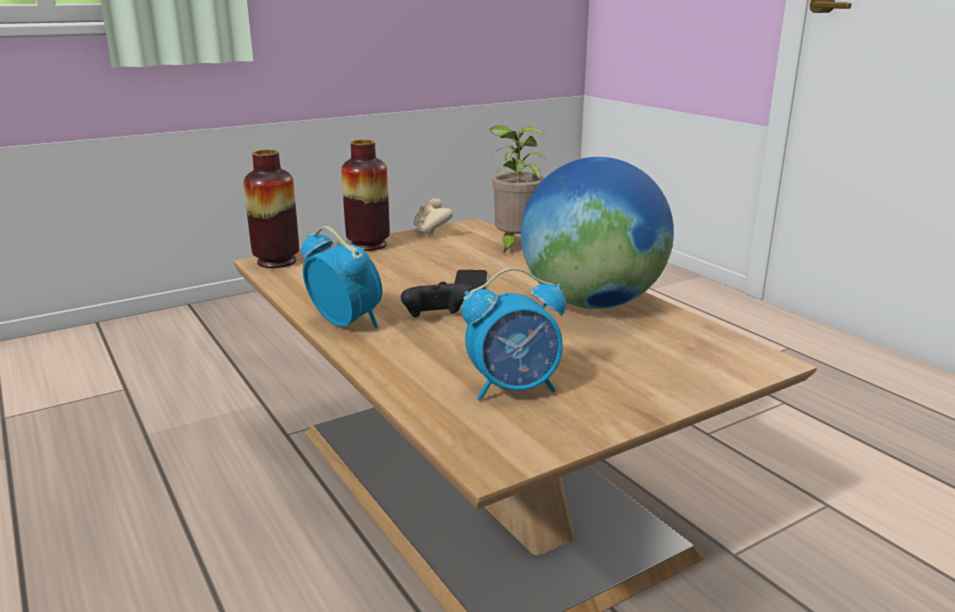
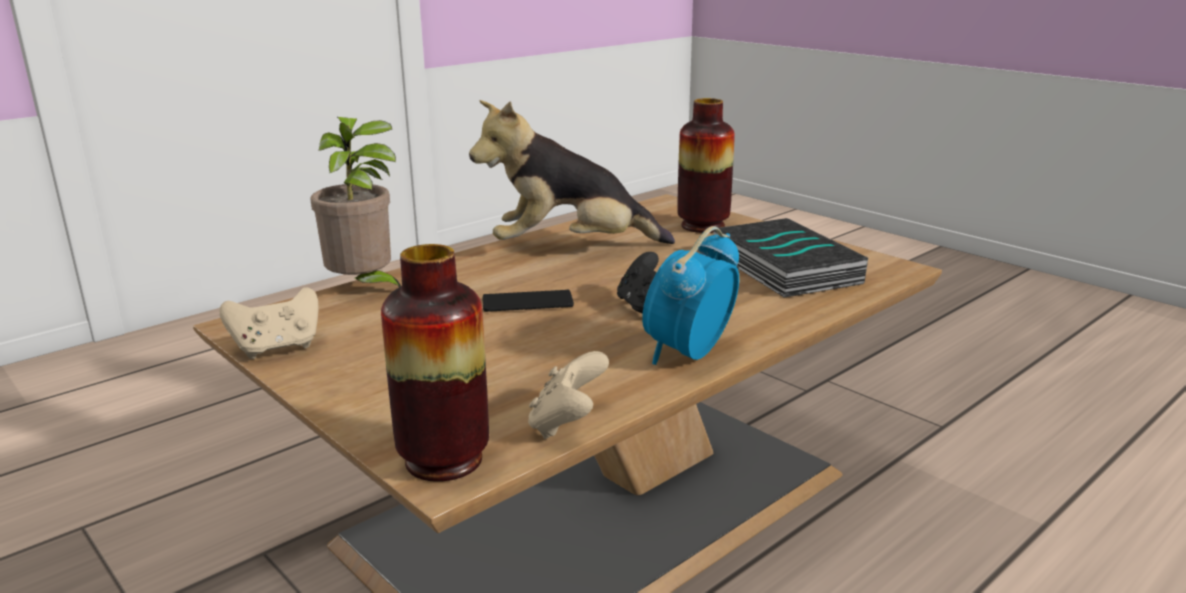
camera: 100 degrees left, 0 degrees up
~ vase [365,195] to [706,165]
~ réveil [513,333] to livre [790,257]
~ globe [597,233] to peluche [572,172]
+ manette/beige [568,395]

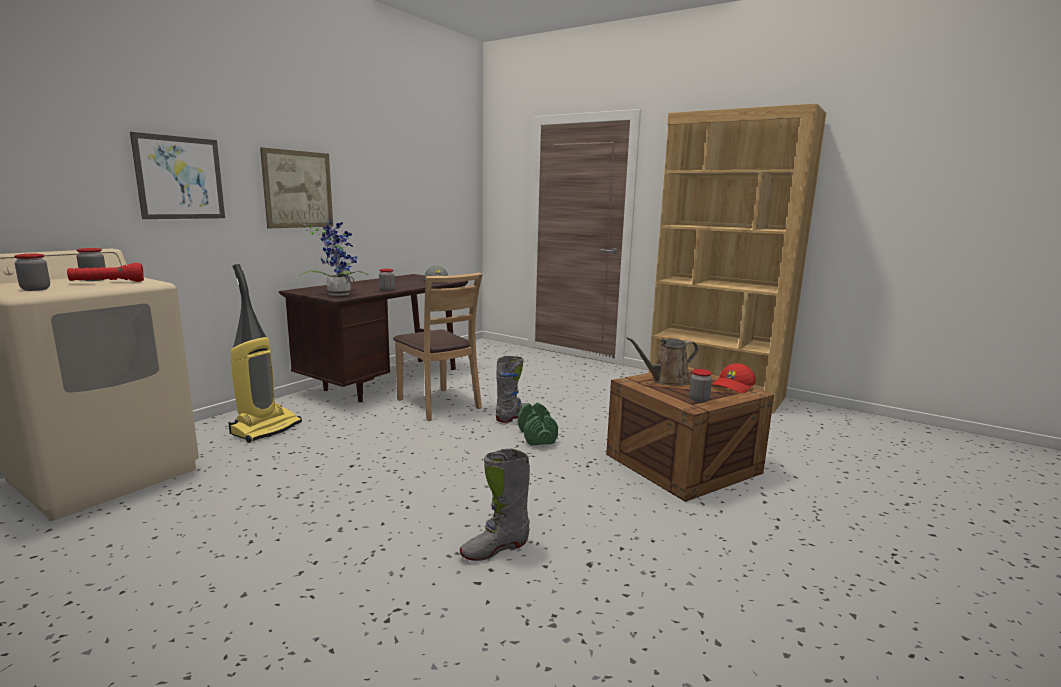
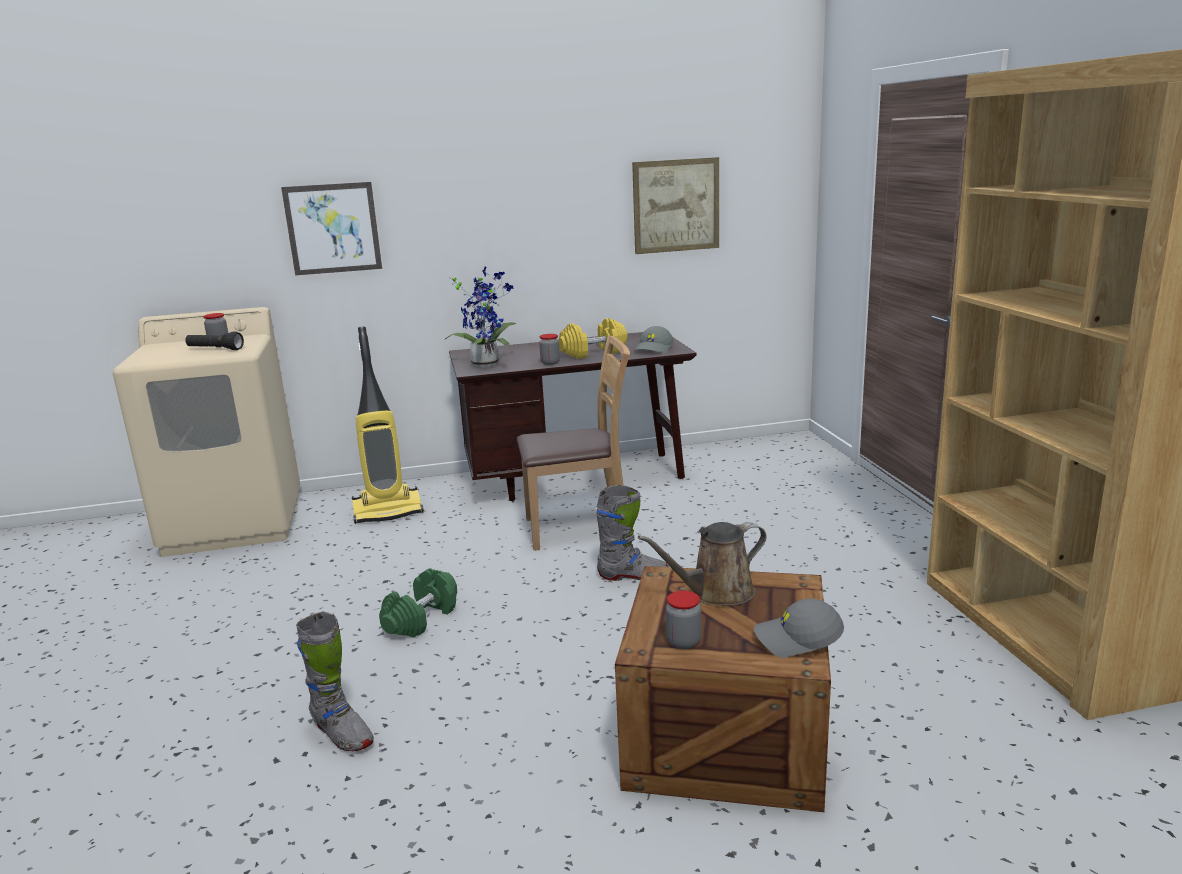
camera: 45 degrees right, 5 degrees up
- bocal [32,272]
~ lampe de poche/rouge [105,272] to lampe de poche/noir [214,341]
~ tableau [296,187] to [675,205]
~ chaise/marron [438,346] = [573,443] 105 degrees counterclockwise
~ botte/gris [495,505] = [335,681] 150 degrees counterclockwise
~ haltère/vert [538,424] to [418,603]
~ arrosoir/marron [662,361] = [702,564] 45 degrees counterclockwise
~ casquette/rouge [734,378] to casquette/gris [799,628]
+ haltère/jaune [593,338]

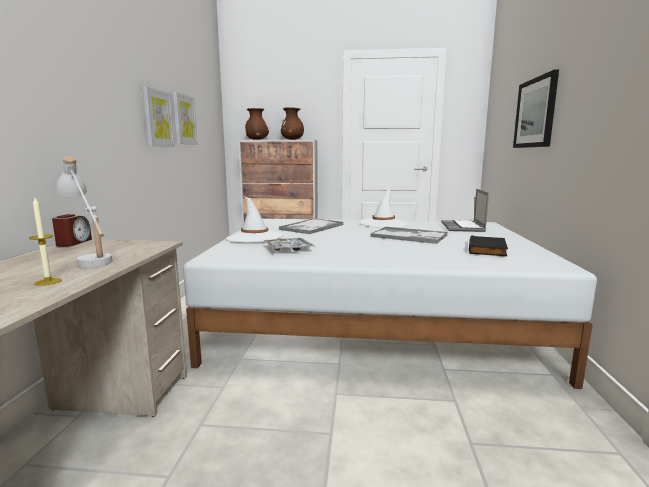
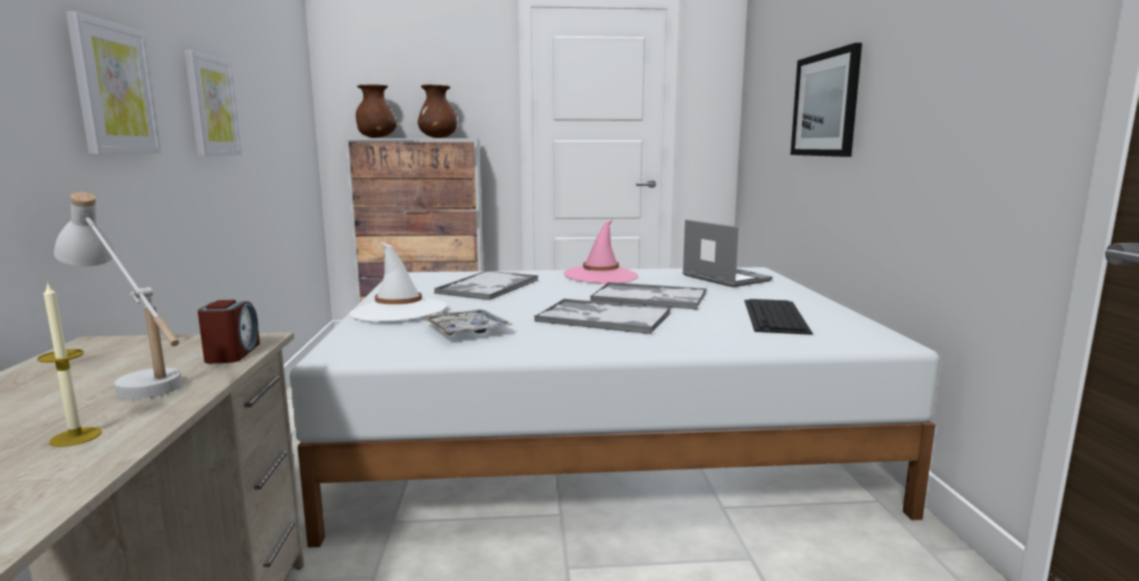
camera: 10 degrees left, 0 degrees up
~ réveil [72,230] to [229,332]
~ tableau [185,118] to [114,83]
~ chapeau/blanc [383,208] to chapeau/rose [601,251]
~ ordinateur portable [465,210] = [727,253] 150 degrees clockwise
~ livre/noir [488,245] to clavier [778,317]
+ plateau [602,316]

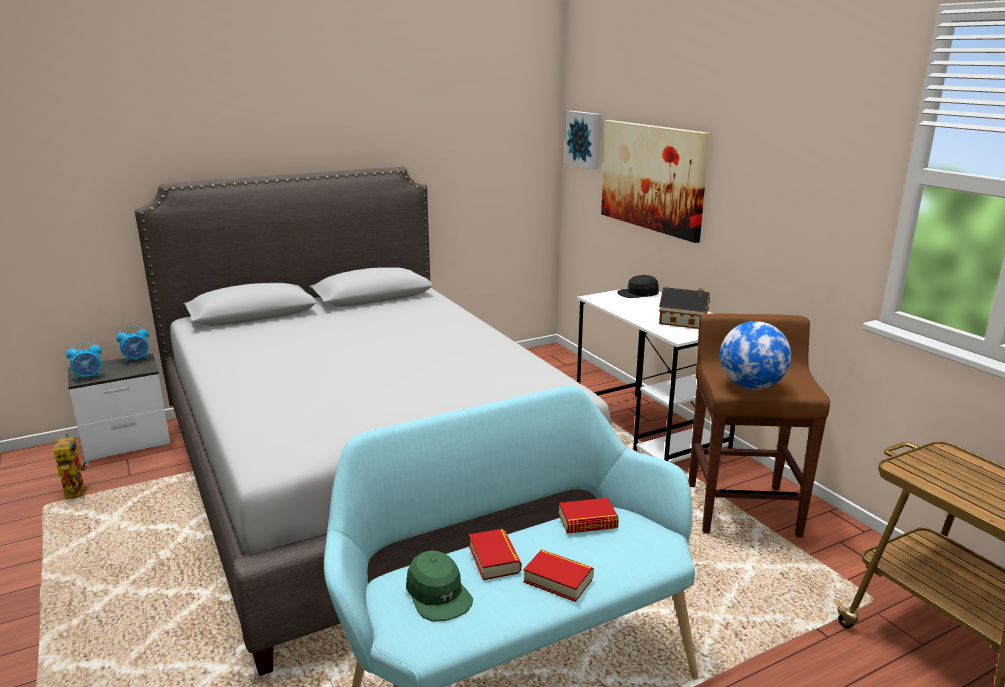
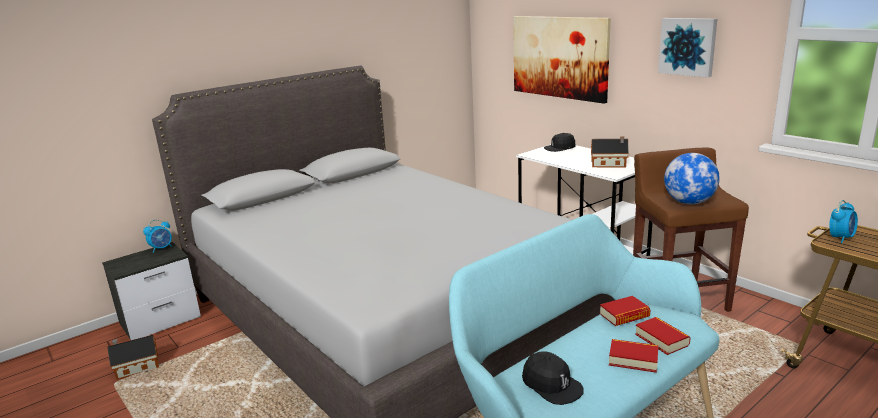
camera: 10 degrees left, 0 degrees up
~ robot jouet [71,466] to maison miniature [133,357]
~ réveil [84,361] to [843,221]
~ casquette/vert [439,586] to casquette/noir [553,378]
~ livre [495,554] to [663,336]
~ tableau [583,140] to [687,48]

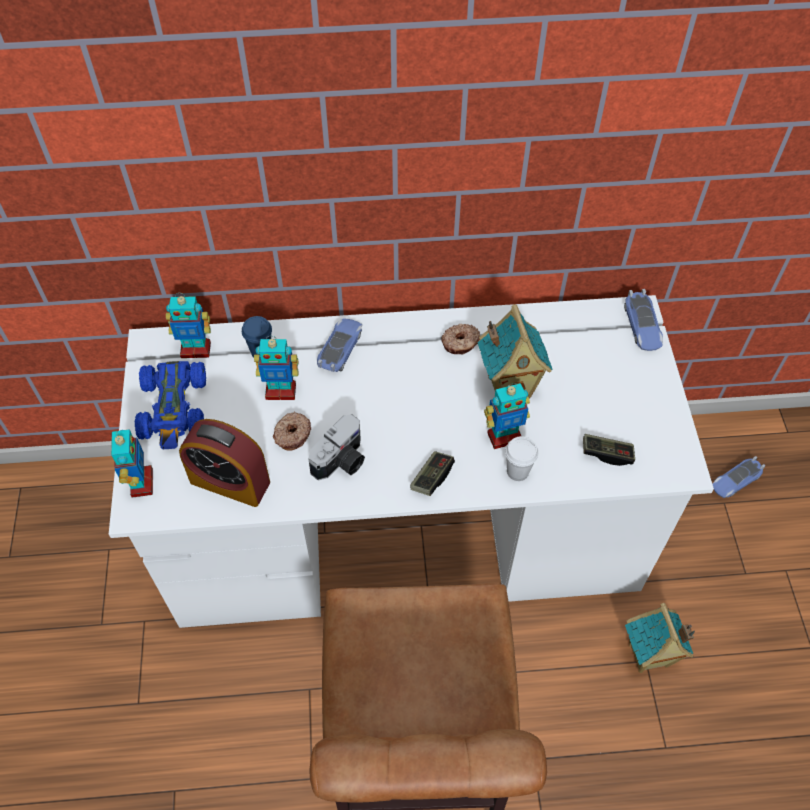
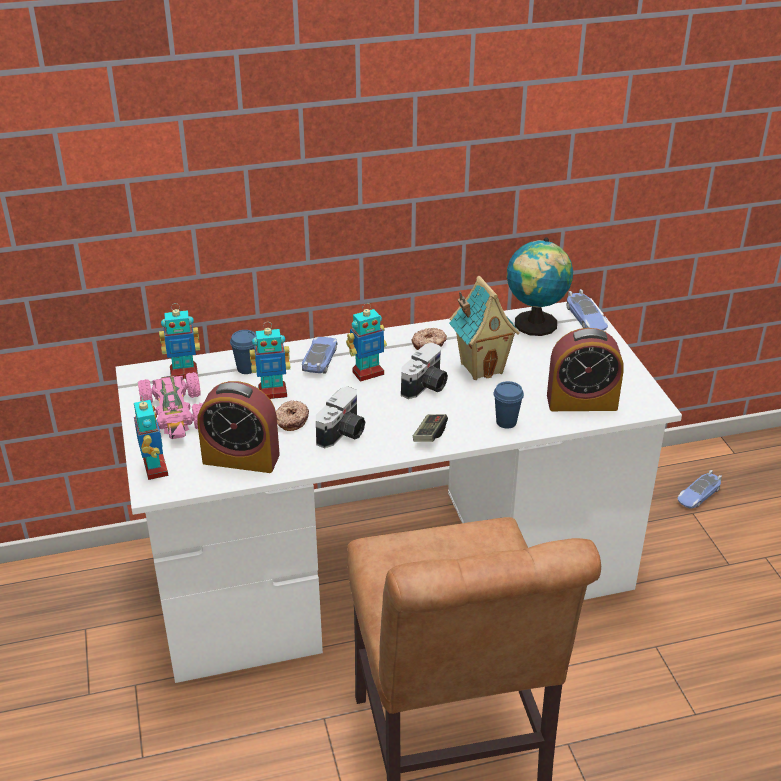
camera: 10 degrees left, 20 degrees down
~ petite voiture/bleu [170,405] to petite voiture/rose [170,405]
~ robot jouet [507,416] to [366,342]
~ tasse/blanc [521,458] to tasse/bleu [508,405]
~ manette [609,450] to réveil [585,369]
- maison miniature [660,638]
+ appareil photo [424,371]
+ globe [540,286]

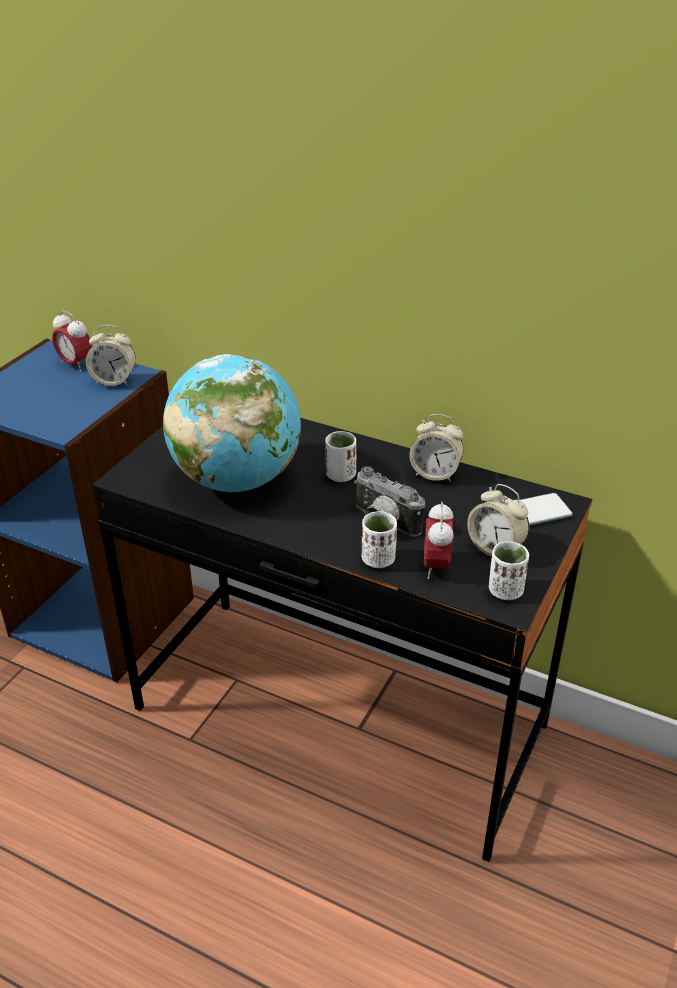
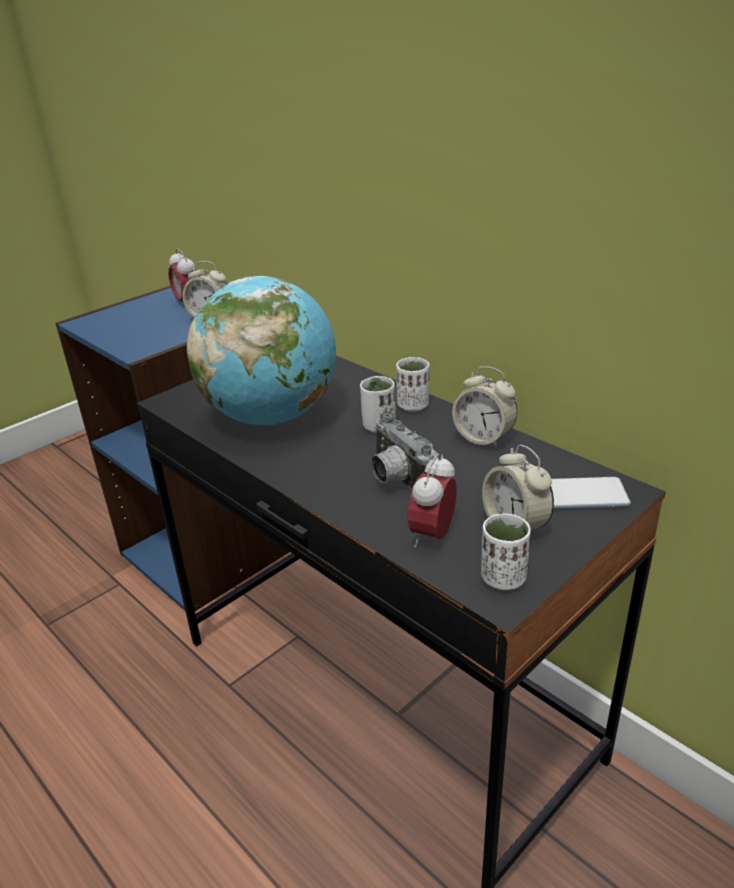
camera: 20 degrees right, 5 degrees down
~ tasse/blanc [379,539] to [412,384]

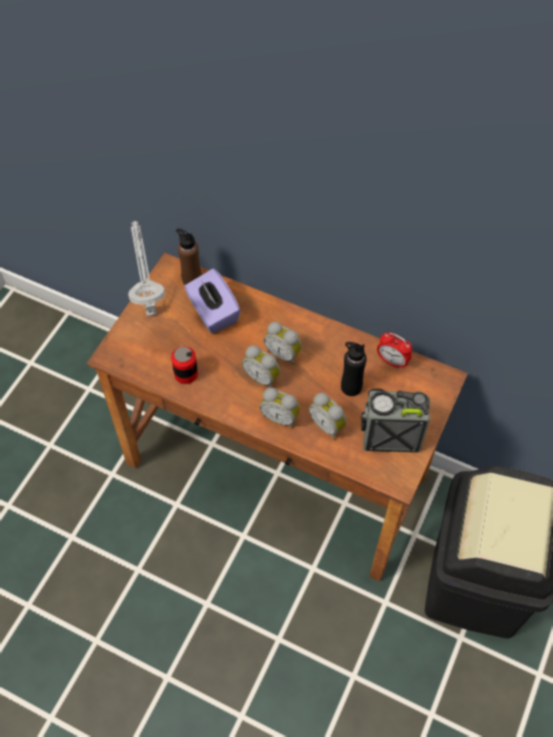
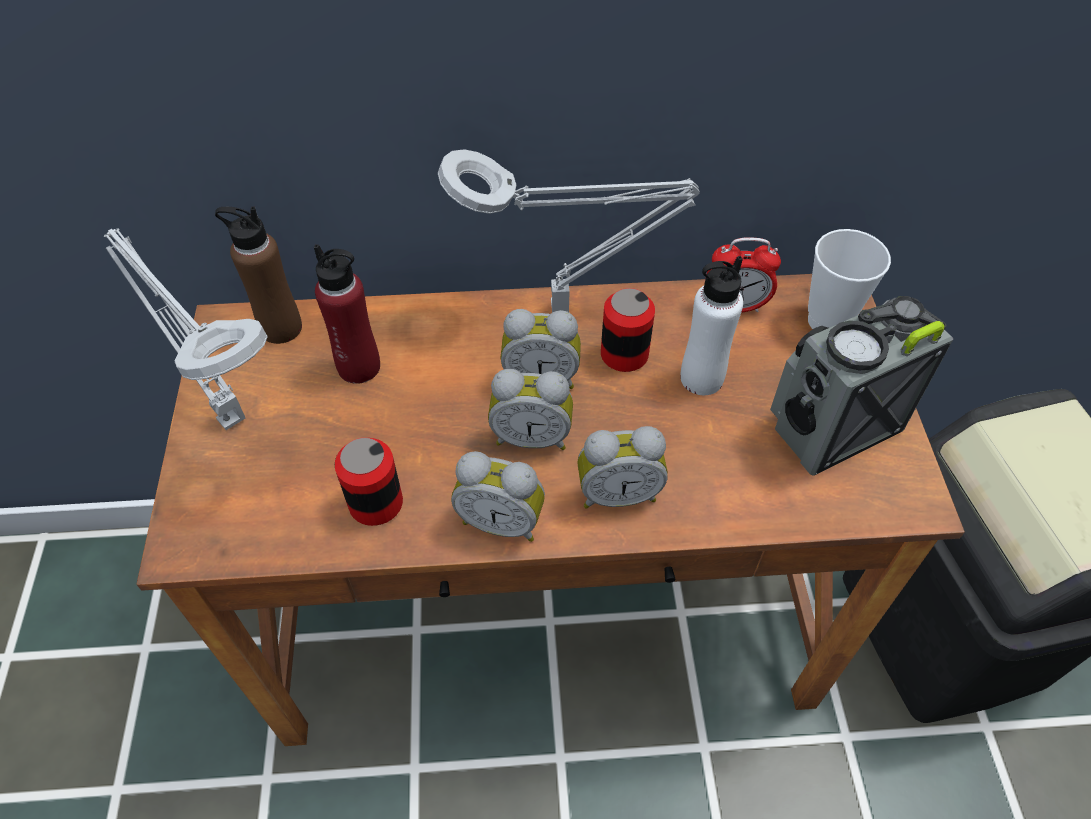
camera: 30 degrees left, 5 degrees down
~ boîte à mouchoirs/violet [212,301] to bouteille/rouge [347,314]
~ réveil [328,416] to [498,496]
~ bouteille/noir [354,369] to bouteille/blanc [711,325]
+ lampe de table/gris [569,231]
+ boîte métallique [628,330]
+ tasse [849,279]

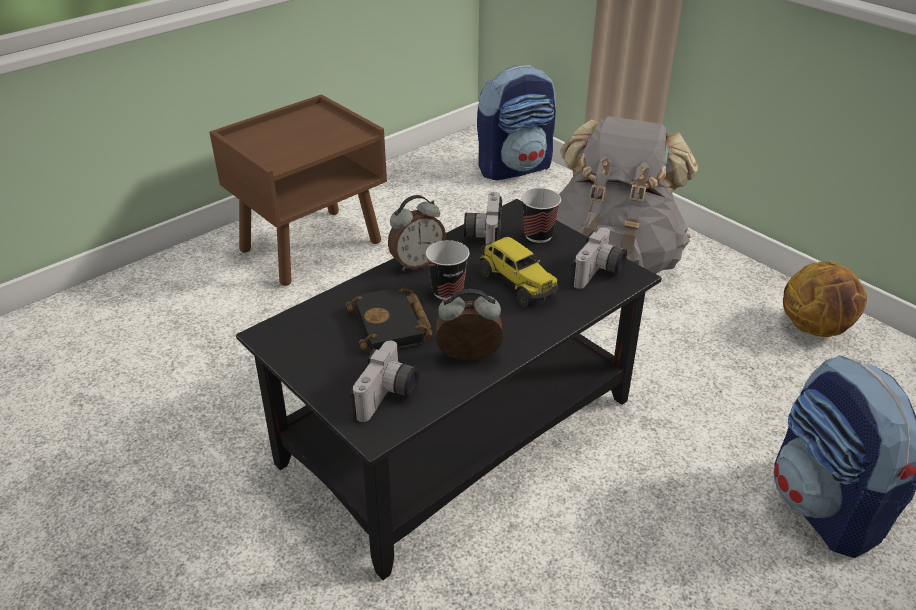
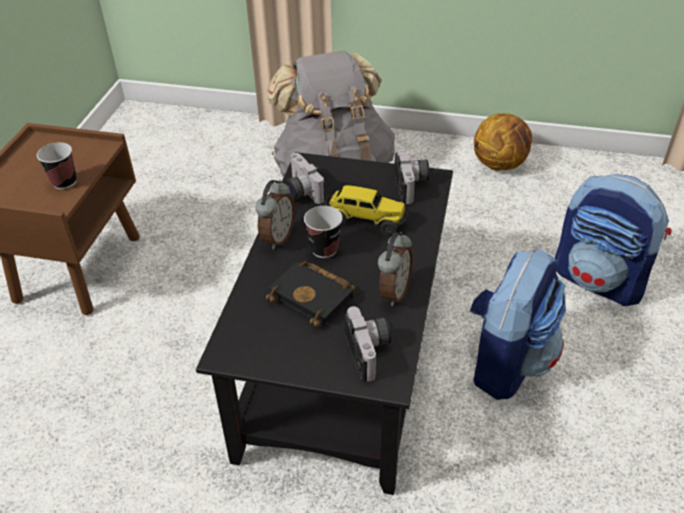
camera: 35 degrees left, 5 degrees up
~ réveil [469,325] = [395,269] 150 degrees clockwise
~ sac à dos [516,122] to [518,324]
~ tasse [541,215] to [57,166]

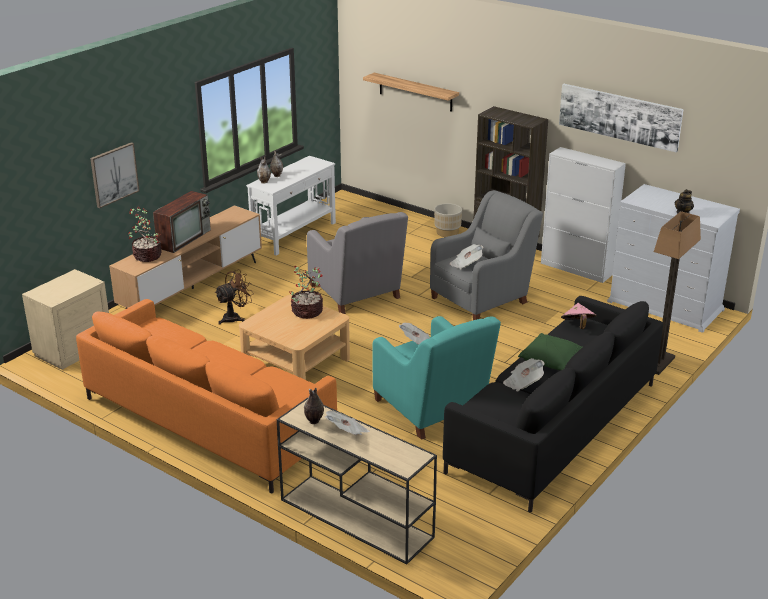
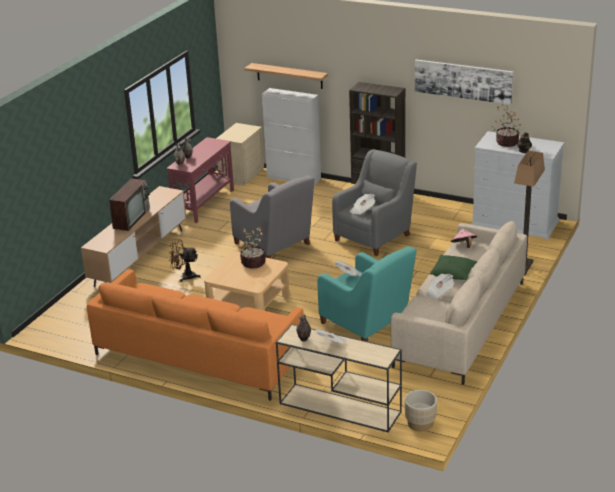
camera: 10 degrees left, 0 degrees up
~ table de chevet/beige [65,319] to [240,154]
- tableau [114,175]
~ plante en pot [145,234] to [507,125]
~ ventilateur/marron [234,297] = [185,260] 120 degrees counterclockwise
~ table console/blanc [291,206] to table console/rouge [200,180]
~ cache-pot/beige [448,220] to [421,411]
~ canapé/noir [553,404] to canapé/beige [459,303]
~ meuble de rangement/blanc [583,215] to [291,136]

